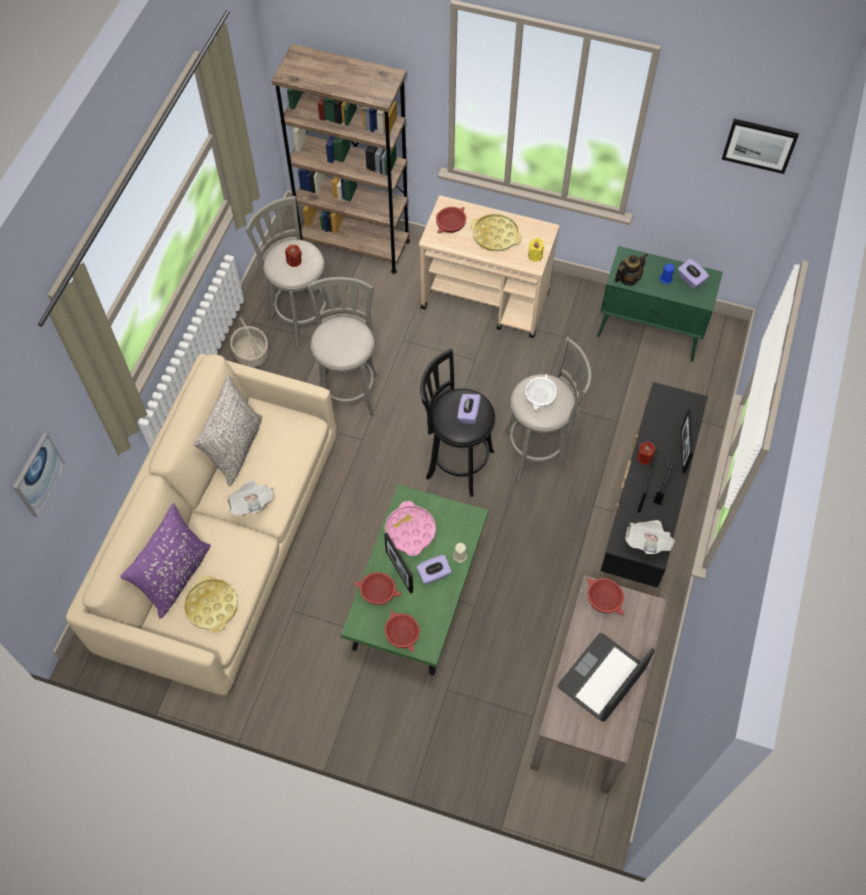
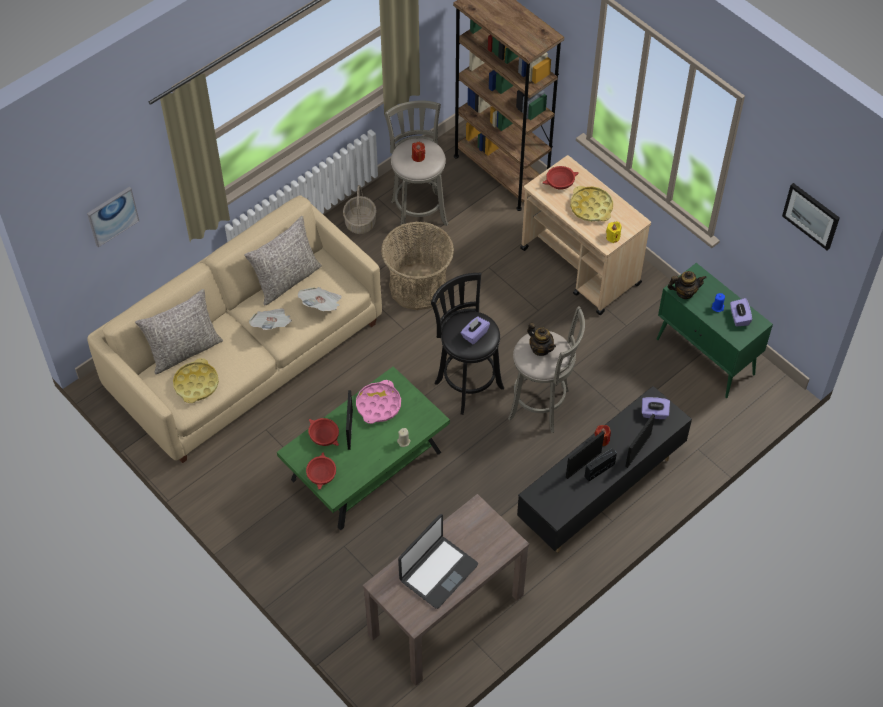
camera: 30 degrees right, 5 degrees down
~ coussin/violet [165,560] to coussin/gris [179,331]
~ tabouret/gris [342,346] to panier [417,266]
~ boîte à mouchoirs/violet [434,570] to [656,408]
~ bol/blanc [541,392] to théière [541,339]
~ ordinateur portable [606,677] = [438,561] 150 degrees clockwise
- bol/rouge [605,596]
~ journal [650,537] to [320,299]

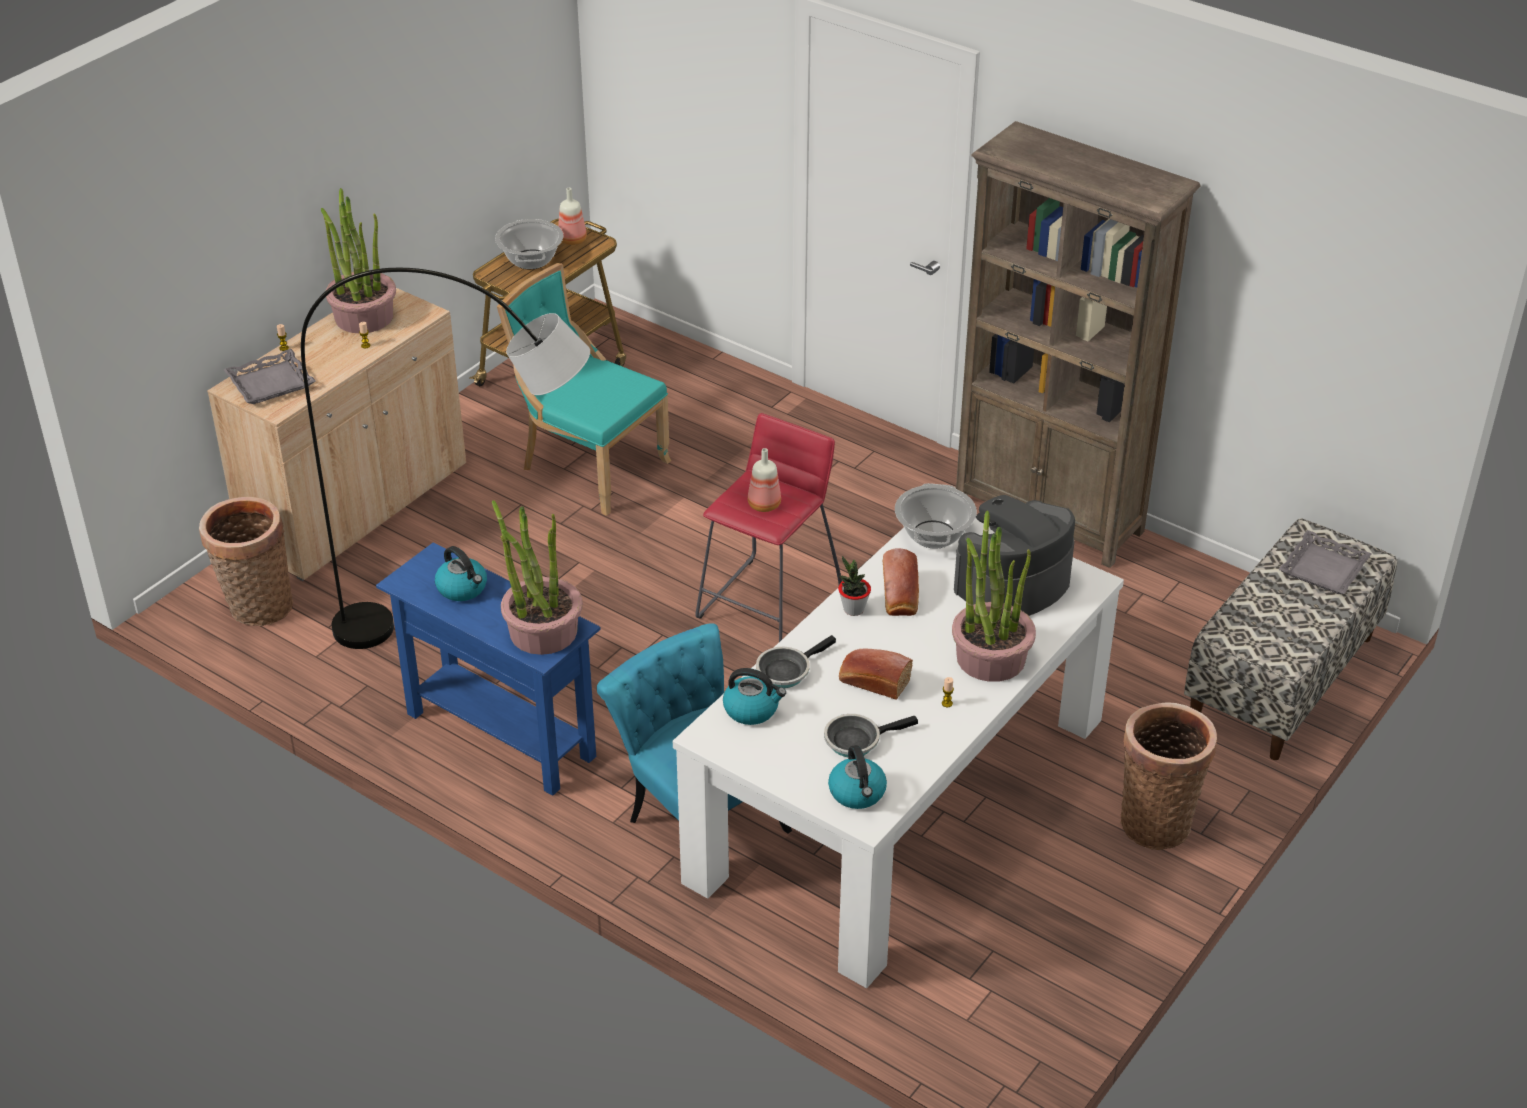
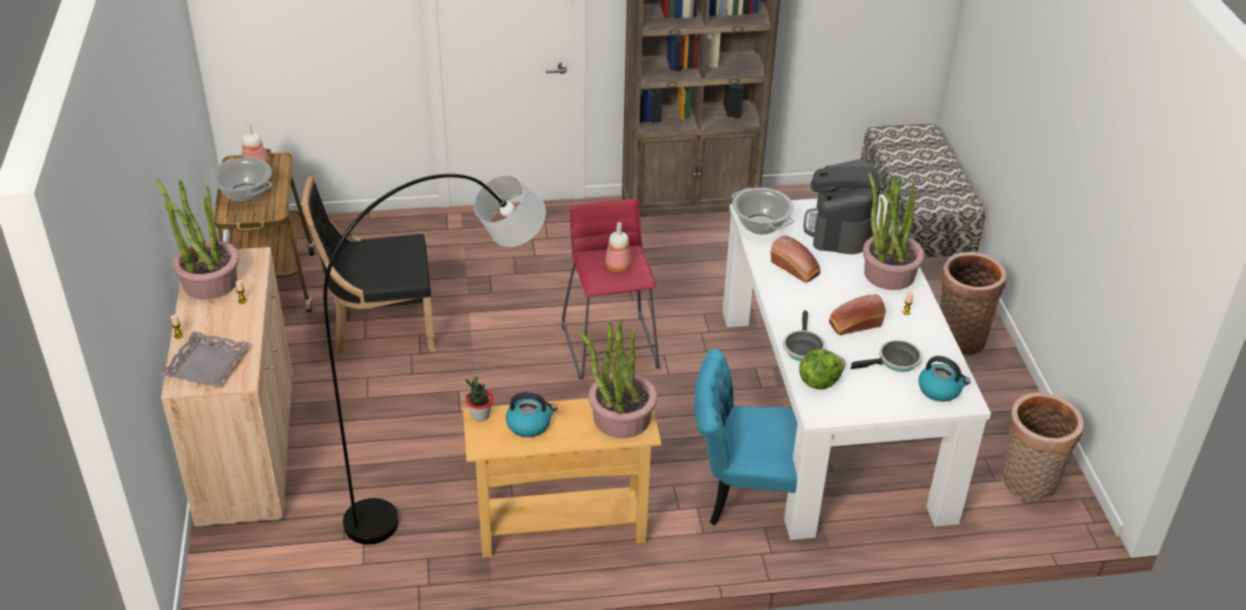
camera: 45 degrees left, 0 degrees up
~ panier [246,561] to [1042,447]
~ table console/bleu [488,669] to table console/beige [562,478]
~ chaise/turquoise [584,389] to chaise/noir [369,265]
~ bouilloire [754,696] to laitue [822,369]
~ poêle [871,735] = [886,356] 135 degrees counterclockwise
~ plante en pot [854,586] to [479,399]
- plateau/gris [1325,562]

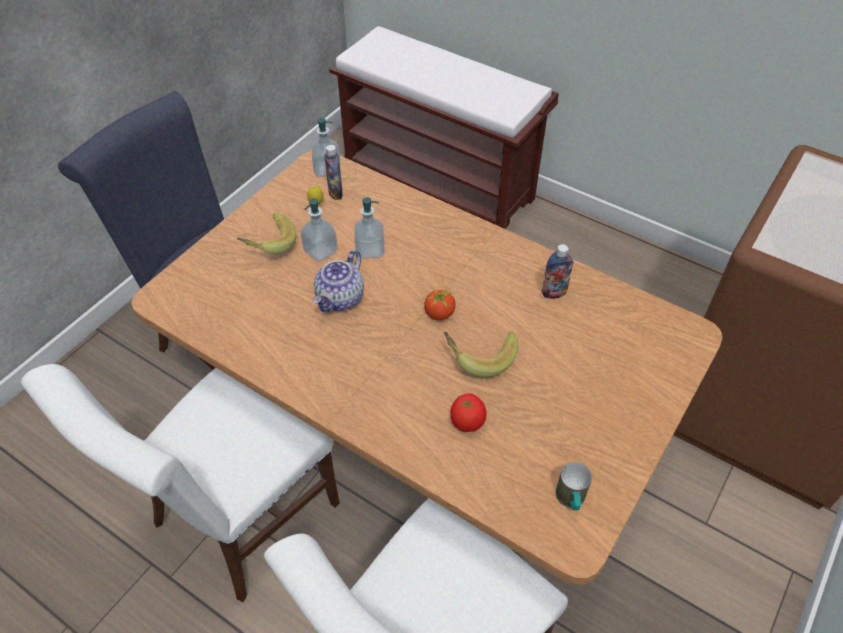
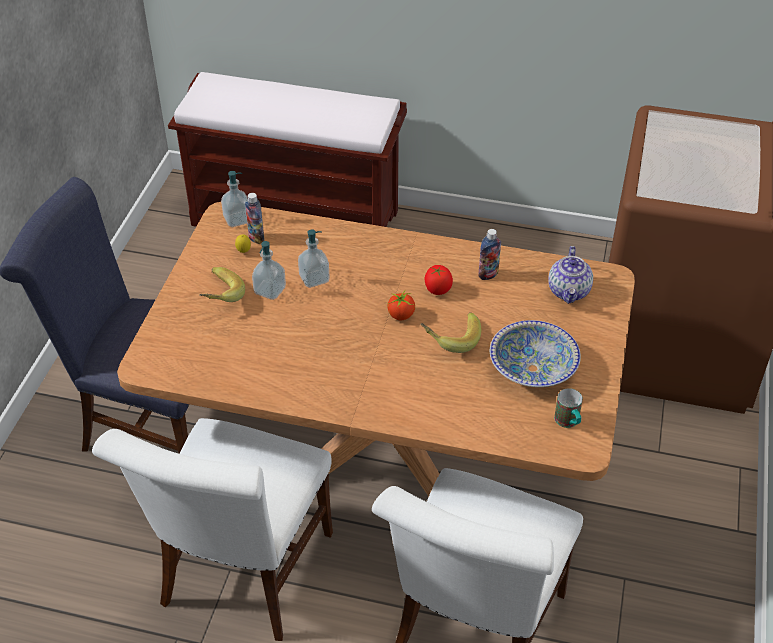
camera: 20 degrees left, 5 degrees down
~ théière [338,281] to [570,275]
~ tomate [468,412] to [439,280]
+ bol [535,353]

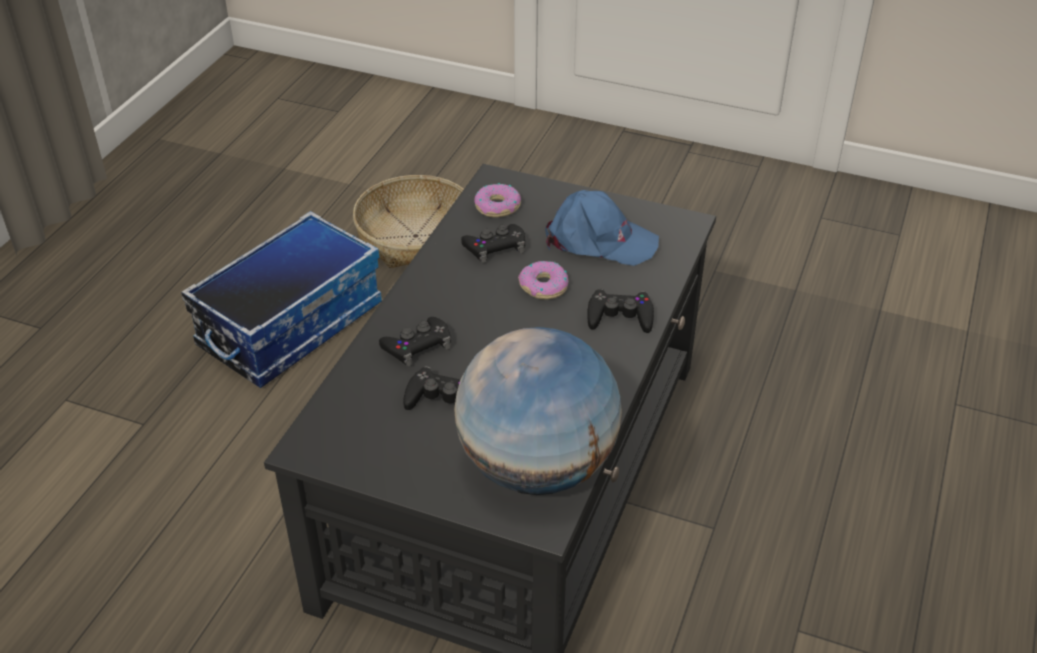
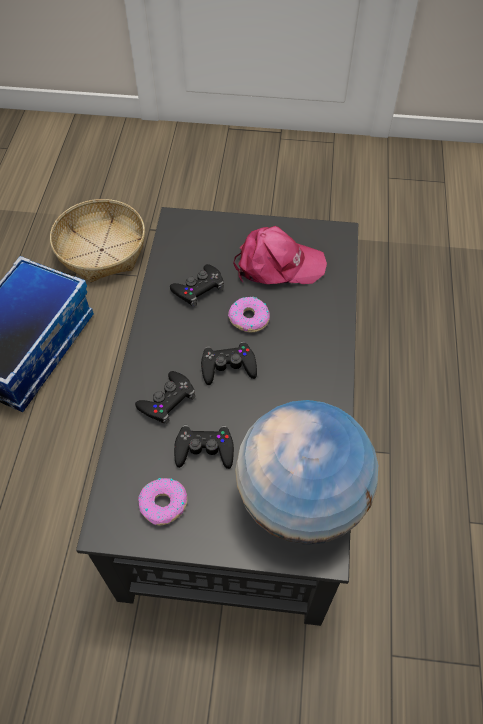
camera: 15 degrees left, 15 degrees up
~ beignet [497,200] to [162,501]
~ casquette/bleu [602,228] to casquette/rose [280,255]
~ manette/noir [620,310] to [229,363]

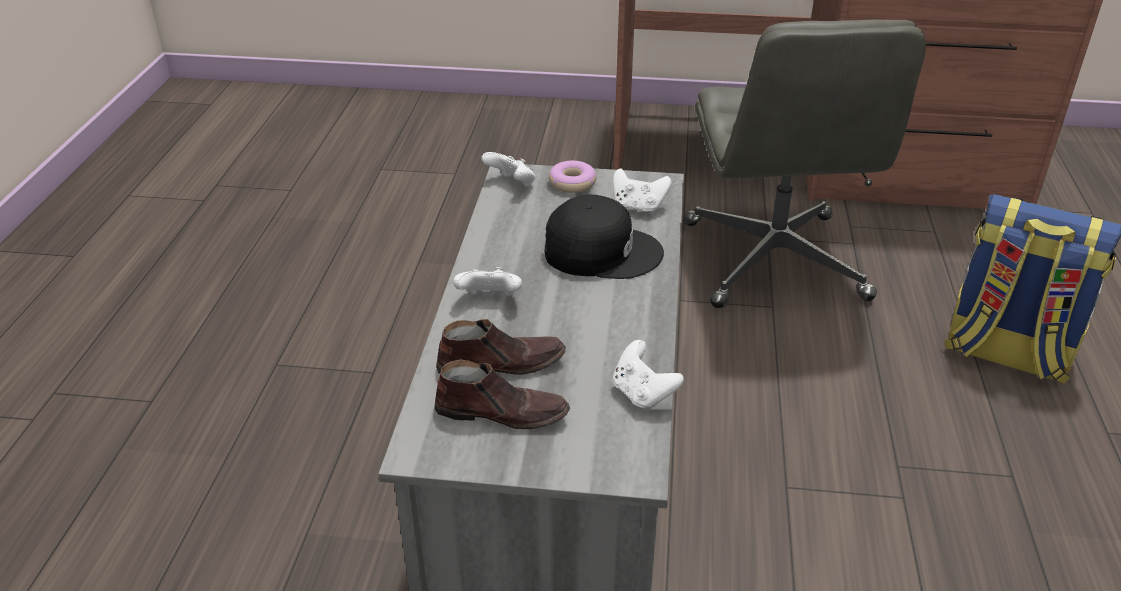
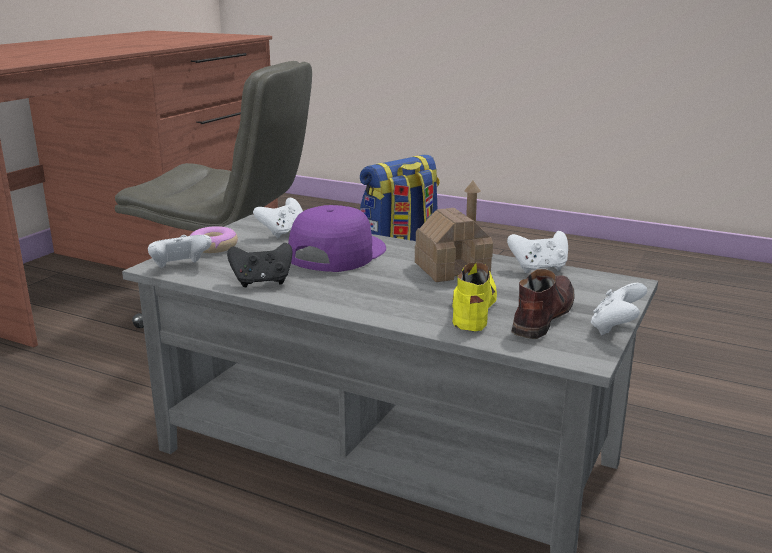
camera: 70 degrees left, 15 degrees down
~ chaussure/marron [501,347] to chaussure/jaune [474,297]
~ manette/blanc [487,281] to [619,309]
~ casquette/noir [604,236] to casquette/violet [337,238]
+ manette/noir [259,265]
+ maison miniature [454,231]

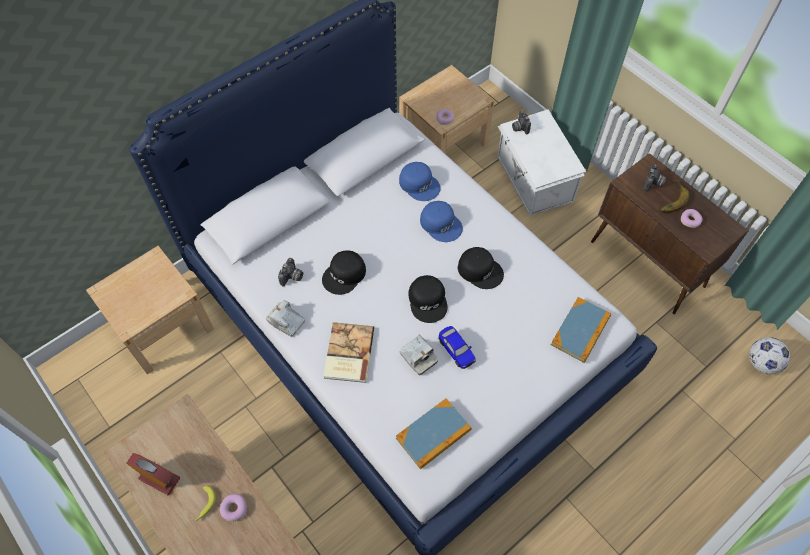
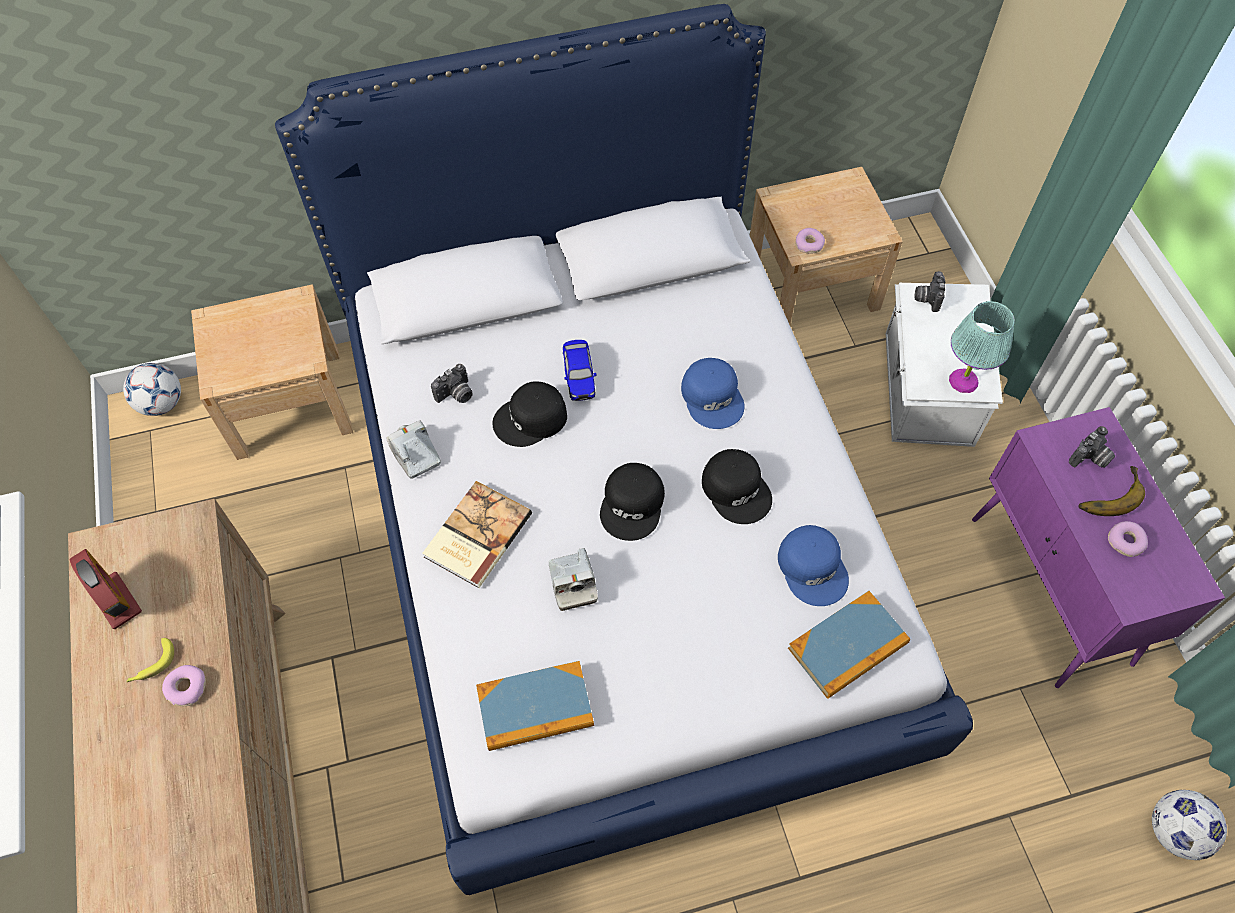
camera: 25 degrees right, 0 degrees up
~ casquette/bleu [420,181] to [813,565]
~ petite voiture [457,347] to [580,370]
~ meuble de rangement/marron [670,233] to meuble de rangement/violet [1098,547]
+ ballon de foot [152,389]
+ lampe de table/turquoise [982,347]

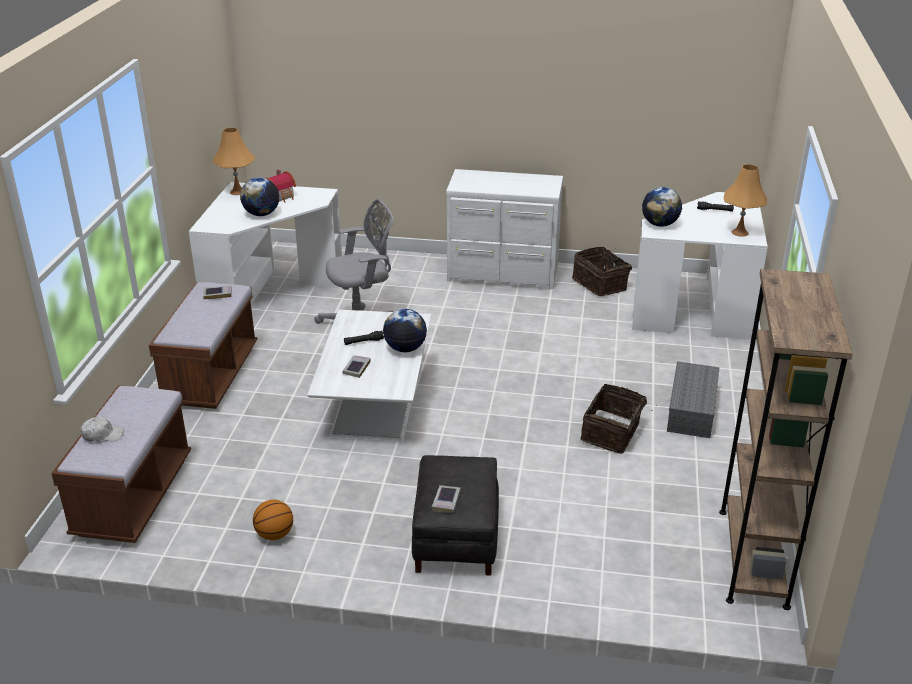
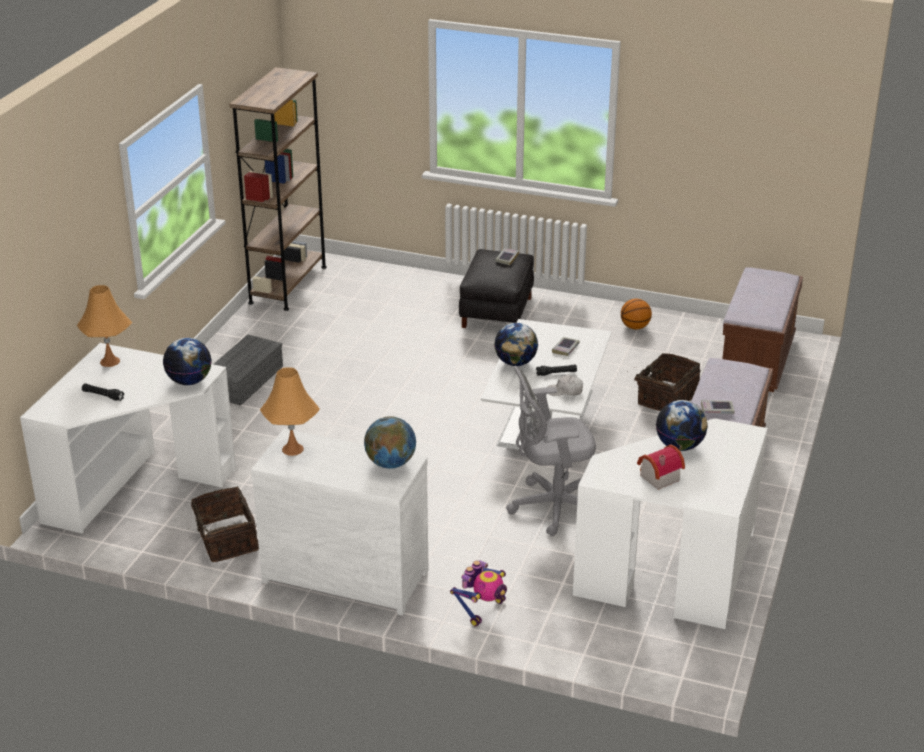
camera: 170 degrees left, 0 degrees up
~ casquette/blanc [102,428] to [565,385]
~ lampe de table/orange [234,161] to [290,411]
~ panier [618,419] to [668,382]
+ globe [390,442]
+ robot jouet [478,593]

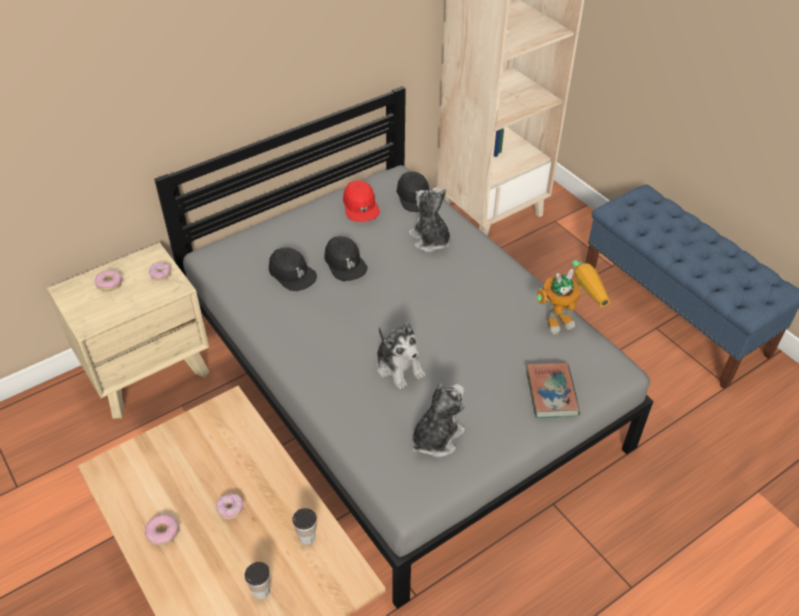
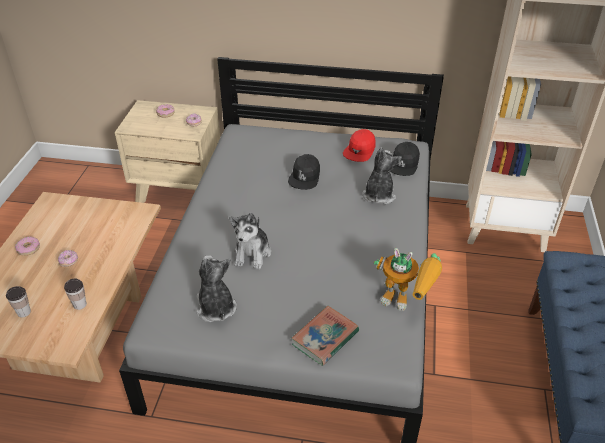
camera: 45 degrees right, 5 degrees down
- casquette/noir [293,269]
~ peluche [438,420] = [216,288] 105 degrees counterclockwise

